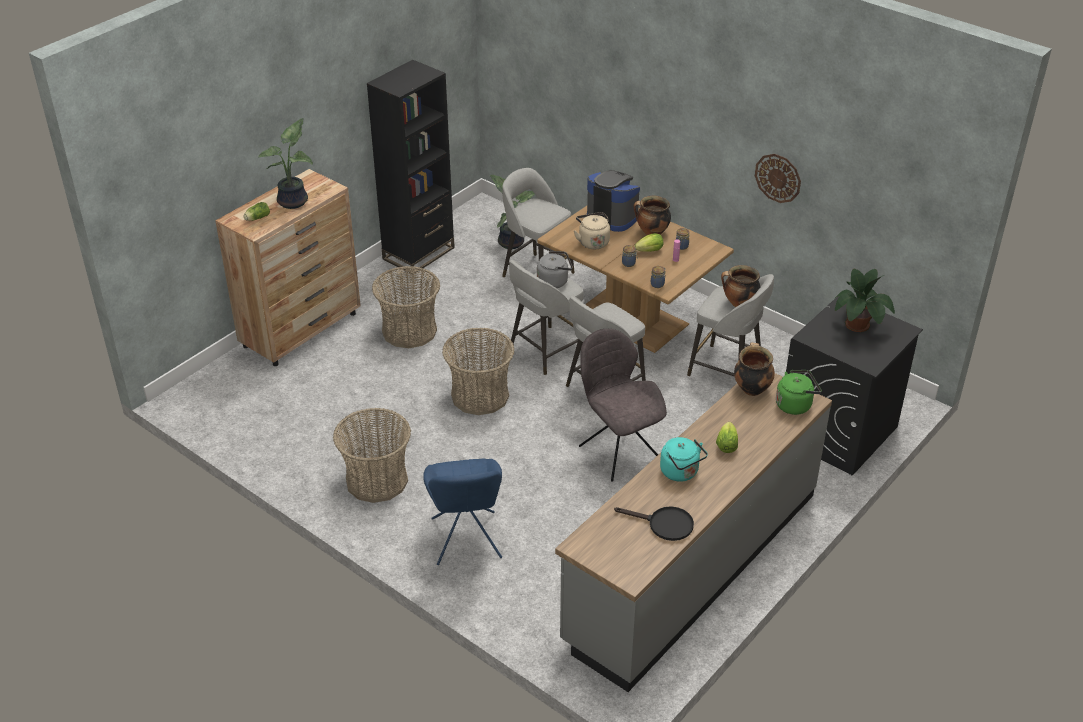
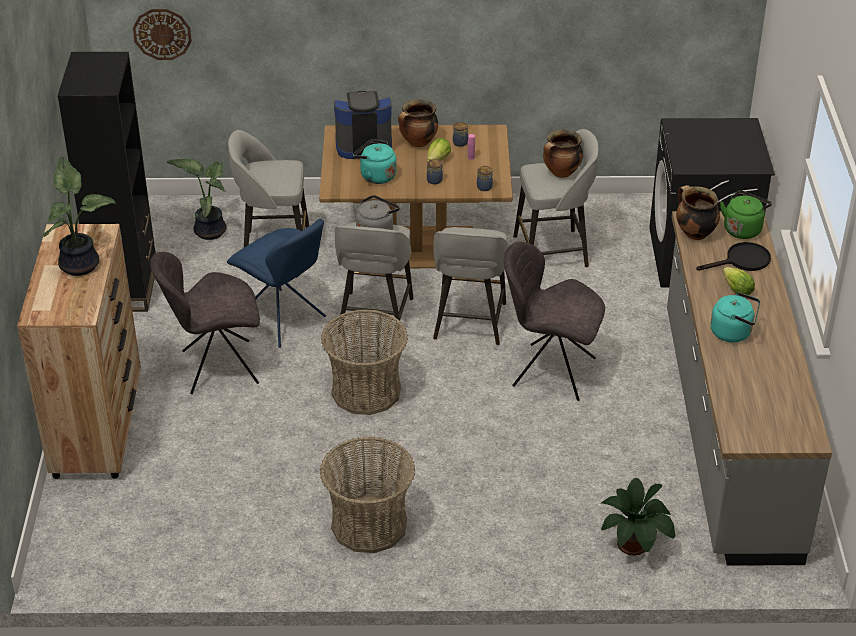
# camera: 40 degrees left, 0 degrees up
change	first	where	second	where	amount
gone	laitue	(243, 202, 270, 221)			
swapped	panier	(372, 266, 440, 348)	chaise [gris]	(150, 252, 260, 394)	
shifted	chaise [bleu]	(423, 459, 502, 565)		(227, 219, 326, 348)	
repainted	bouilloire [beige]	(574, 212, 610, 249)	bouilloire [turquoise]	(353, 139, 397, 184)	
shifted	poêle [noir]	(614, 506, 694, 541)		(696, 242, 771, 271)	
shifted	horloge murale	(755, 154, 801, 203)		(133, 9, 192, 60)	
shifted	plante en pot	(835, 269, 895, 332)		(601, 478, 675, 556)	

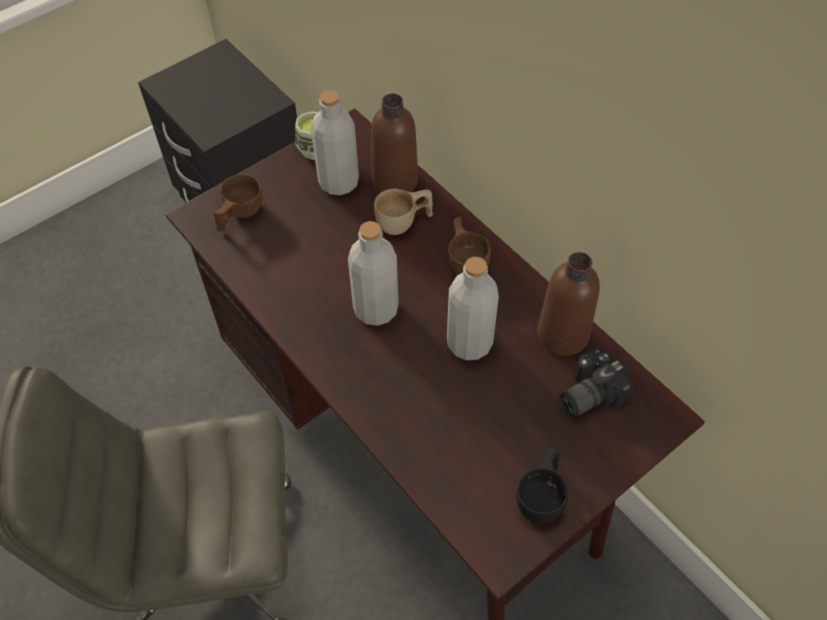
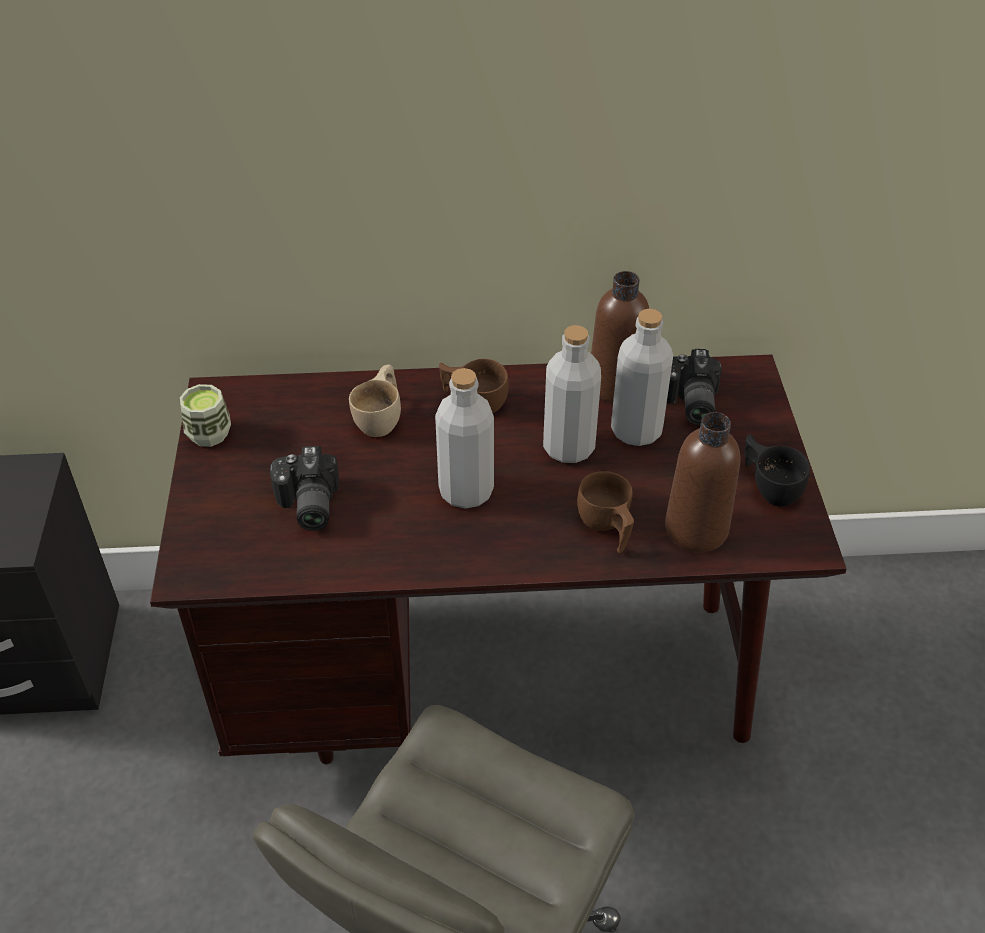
# camera: 55 degrees left, 10 degrees down
change	first	where	second	where	amount
shifted	tasse [marron]	(214, 174, 263, 231)		(577, 471, 634, 553)	
shifted	bouteille [gris]	(311, 90, 359, 195)		(611, 309, 673, 446)	
shifted	bouteille [marron]	(371, 93, 418, 193)		(665, 412, 740, 552)	
new			appareil photo	(270, 446, 339, 531)	

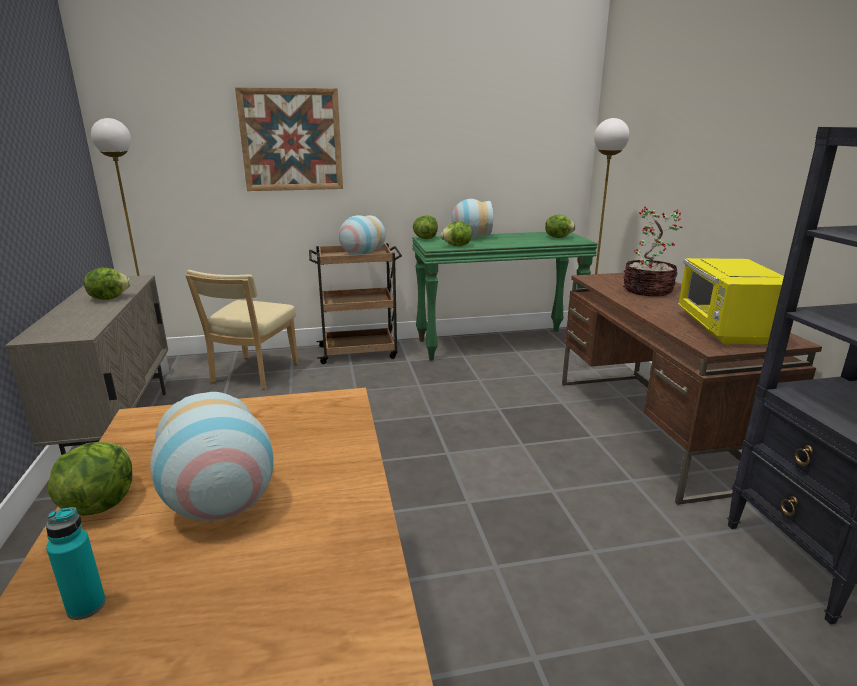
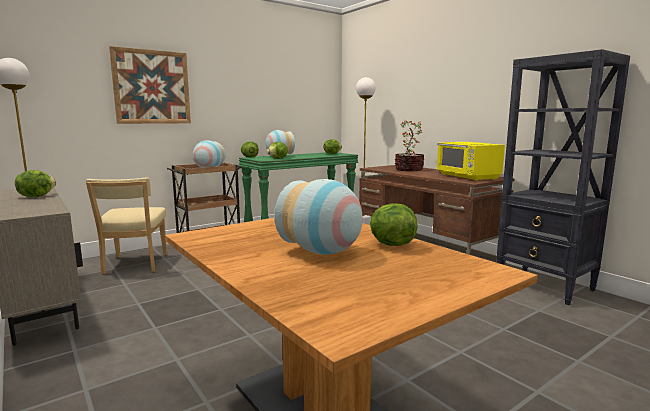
# camera: 25 degrees left, 10 degrees down
change	first	where	second	where	amount
gone	bouteille [turquoise]	(46, 507, 106, 620)			
shifted	laitue	(48, 442, 133, 516)		(370, 203, 417, 246)	

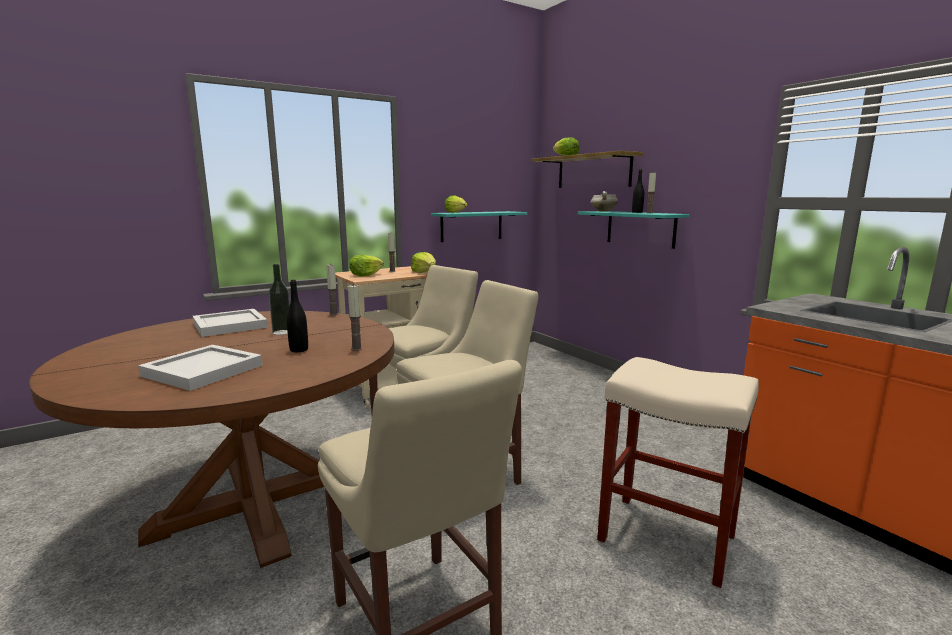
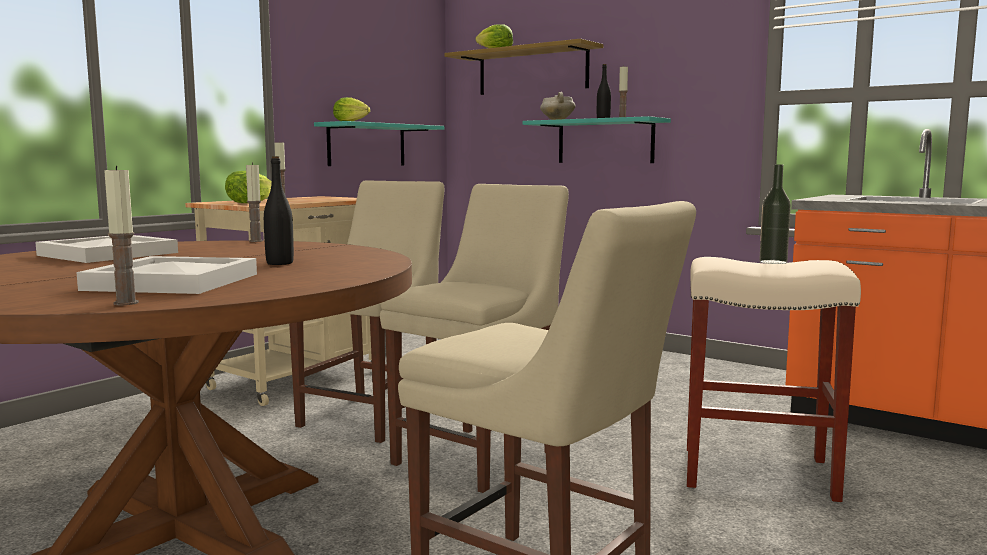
# camera: 20 degrees left, 5 degrees down
change	first	where	second	where	amount
shifted	bouteille	(268, 264, 290, 335)		(759, 164, 791, 264)	
shifted	bougie	(348, 284, 363, 351)		(104, 166, 139, 305)	
gone	laitue	(411, 252, 436, 273)			

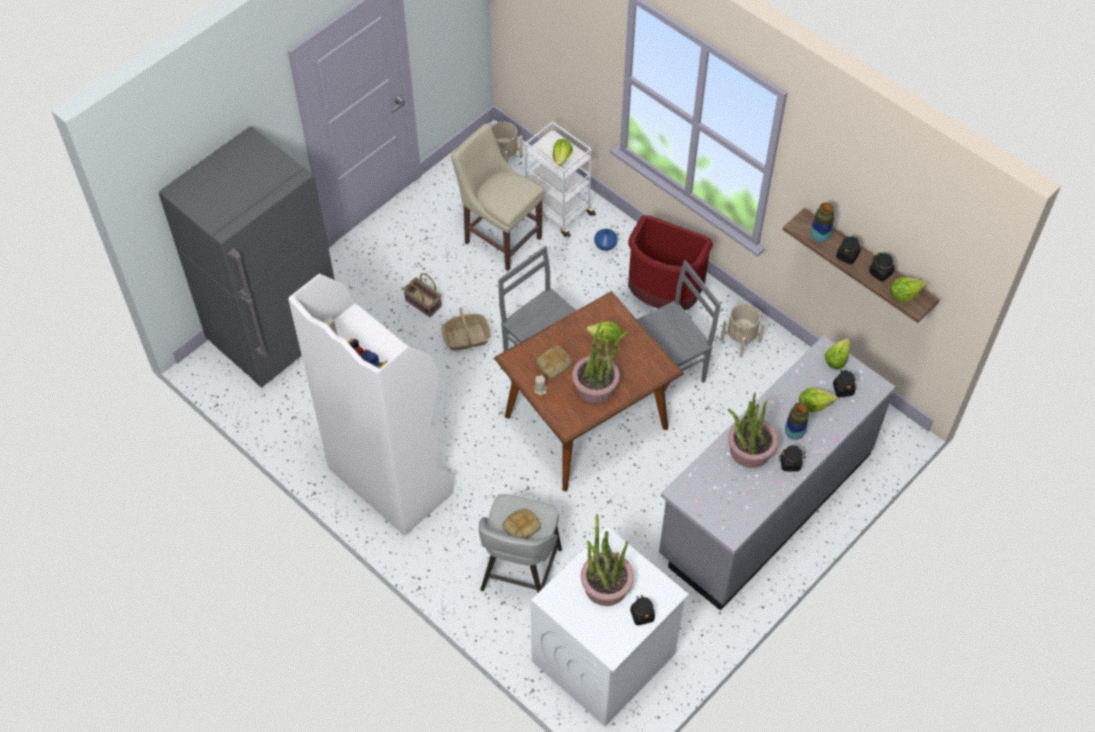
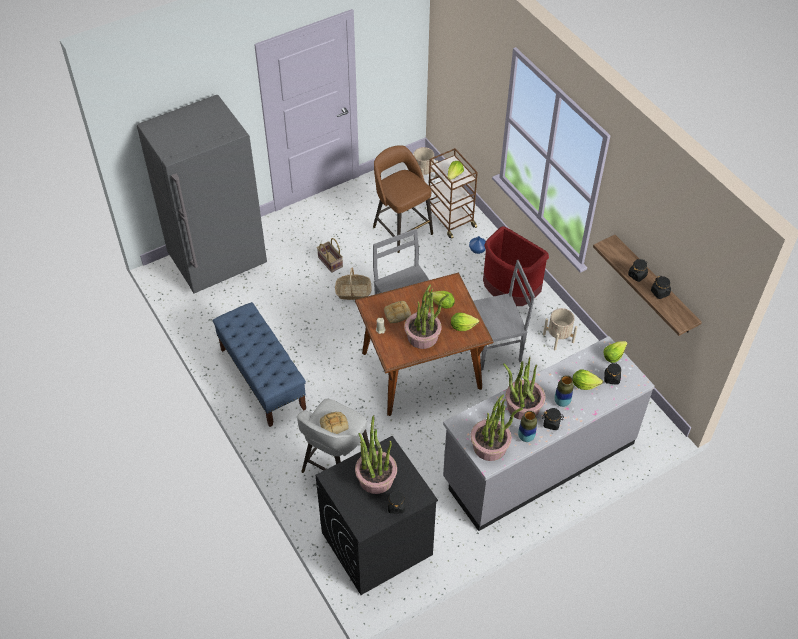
# camera: 15 degrees right, 5 degrees down
change	first	where	second	where	amount
swapped	bibliothèque [blanc]	(288, 274, 453, 536)	banc [bleu]	(213, 302, 306, 427)	
swapped	chaise [beige]	(451, 124, 545, 271)	tabouret [marron]	(373, 145, 433, 253)	
repainted	chariot [blanc]	(525, 121, 596, 237)	chariot [marron]	(429, 148, 478, 239)	
repainted	lave-linge [blanc]	(530, 527, 689, 727)	lave-linge [noir]	(316, 436, 438, 595)	
shifted	vase	(811, 203, 835, 243)		(518, 411, 537, 442)	
shifted	laitue	(890, 277, 927, 302)		(451, 313, 479, 331)	
new			plante en pot	(470, 394, 523, 461)	

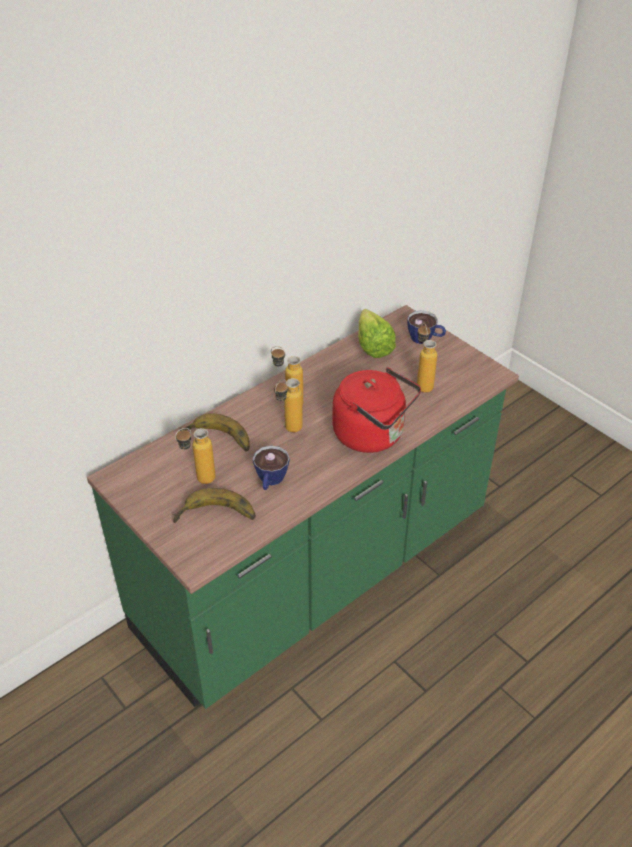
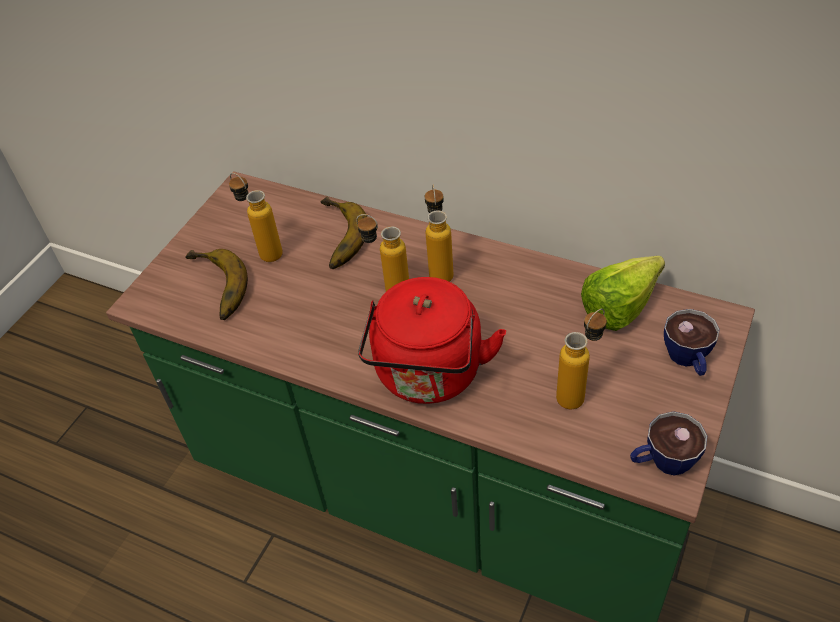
# camera: 70 degrees right, 5 degrees up
change	first	where	second	where	amount
shifted	tasse	(253, 446, 290, 490)		(630, 411, 707, 476)	

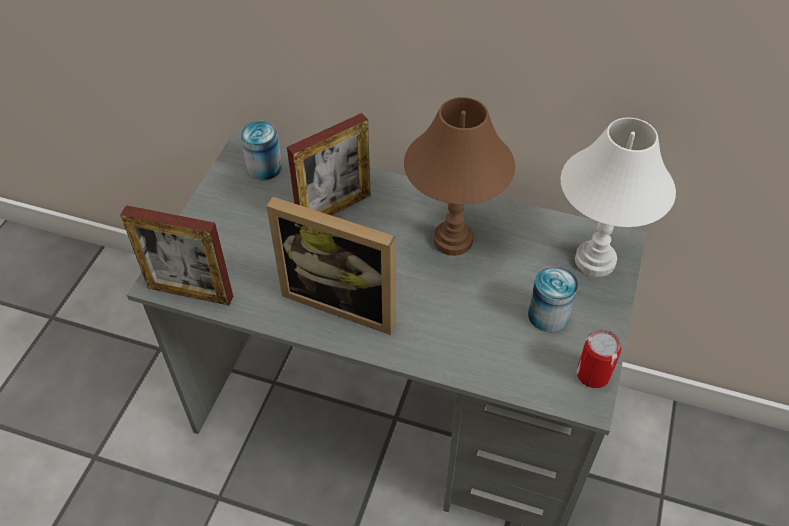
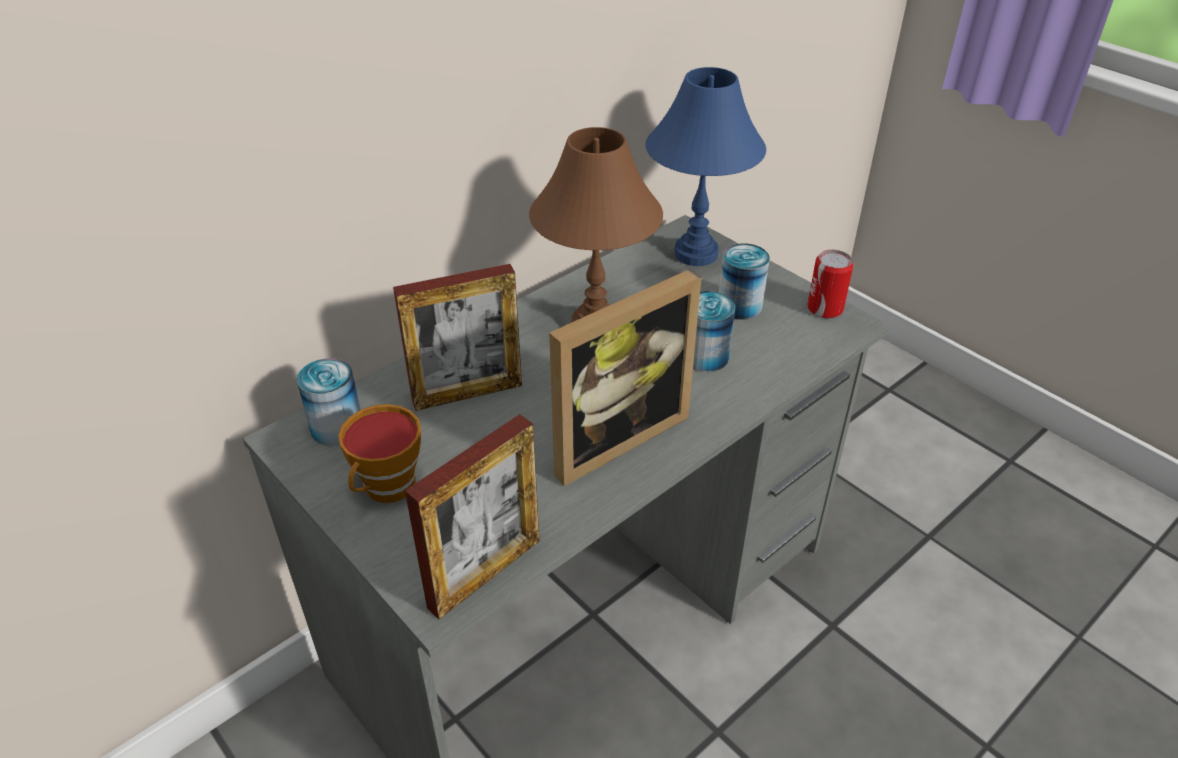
# camera: 60 degrees left, 10 degrees down
change	first	where	second	where	amount
rotated	cadre photo	(287, 113, 371, 215)		(393, 264, 522, 411)	75 degrees clockwise
repainted	lampe de table [blanc]	(560, 118, 676, 277)	lampe de table [bleu]	(645, 67, 766, 266)	
new			tasse	(338, 404, 421, 503)	
new			boîte métallique	(693, 291, 735, 372)	

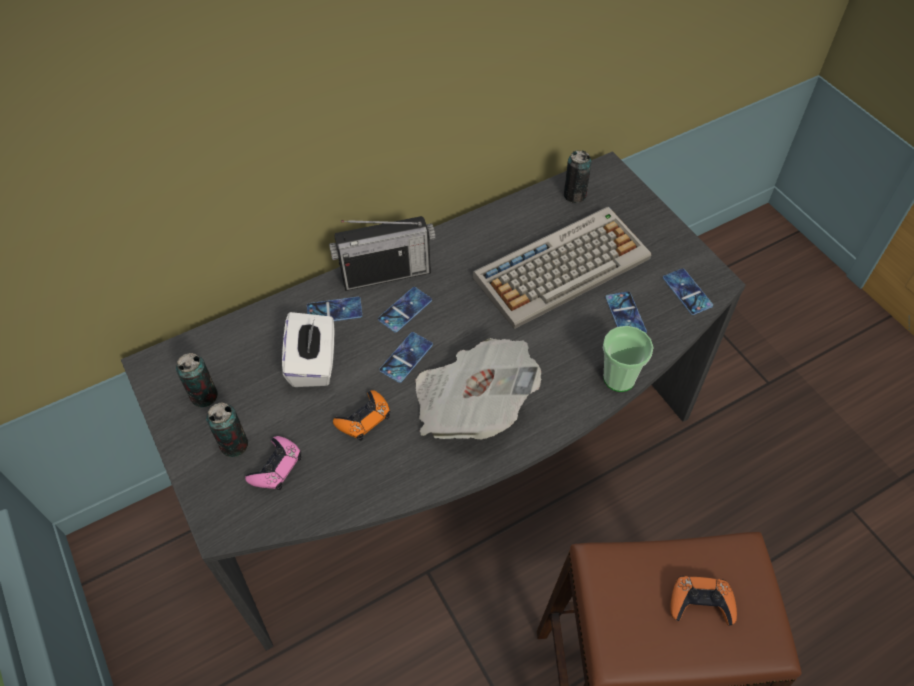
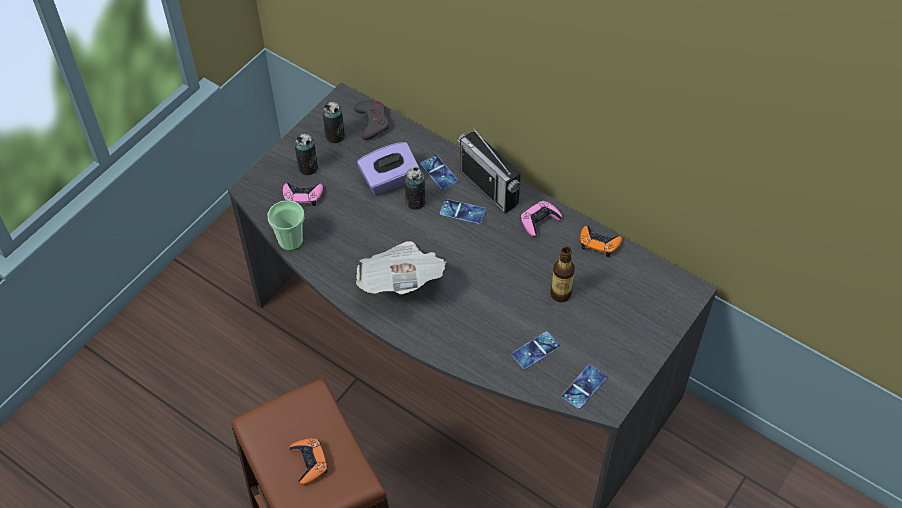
# camera: 65 degrees right, 0 degrees up
change	first	where	second	where	amount
repainted	boîte à mouchoirs [blanc]	(282, 312, 334, 387)	boîte à mouchoirs [violet]	(357, 142, 419, 196)	
shifted	manette [orange]	(333, 390, 390, 441)		(580, 226, 622, 257)	
gone	téléphone	(379, 332, 433, 383)			
swapped	clavier	(473, 207, 651, 329)	bouteille	(550, 247, 575, 302)	
shifted	boîte métallique	(564, 150, 592, 203)		(405, 167, 426, 210)	
shifted	tasse	(603, 326, 654, 392)		(268, 200, 304, 251)	
new			manette [gris]	(354, 101, 389, 140)	
new			manette [rose]	(520, 201, 562, 237)	

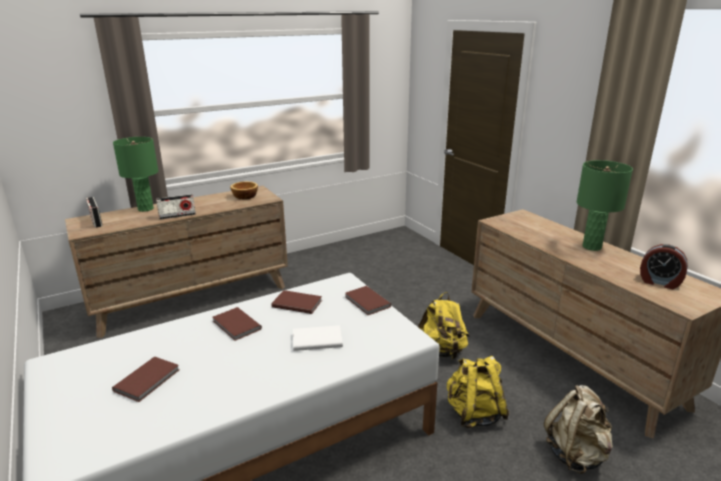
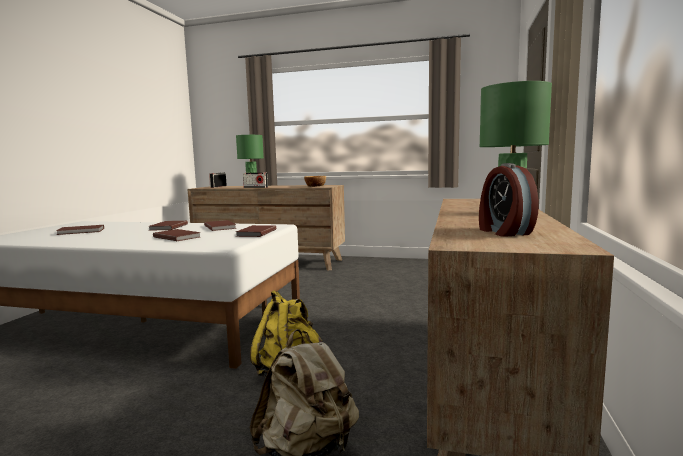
# camera: 45 degrees right, 15 degrees down
change	first	where	second	where	amount
repainted	livre [blanc]	(293, 325, 343, 351)	livre [marron]	(153, 229, 201, 241)	
gone	sac à dos [jaune]	(418, 292, 469, 359)			

